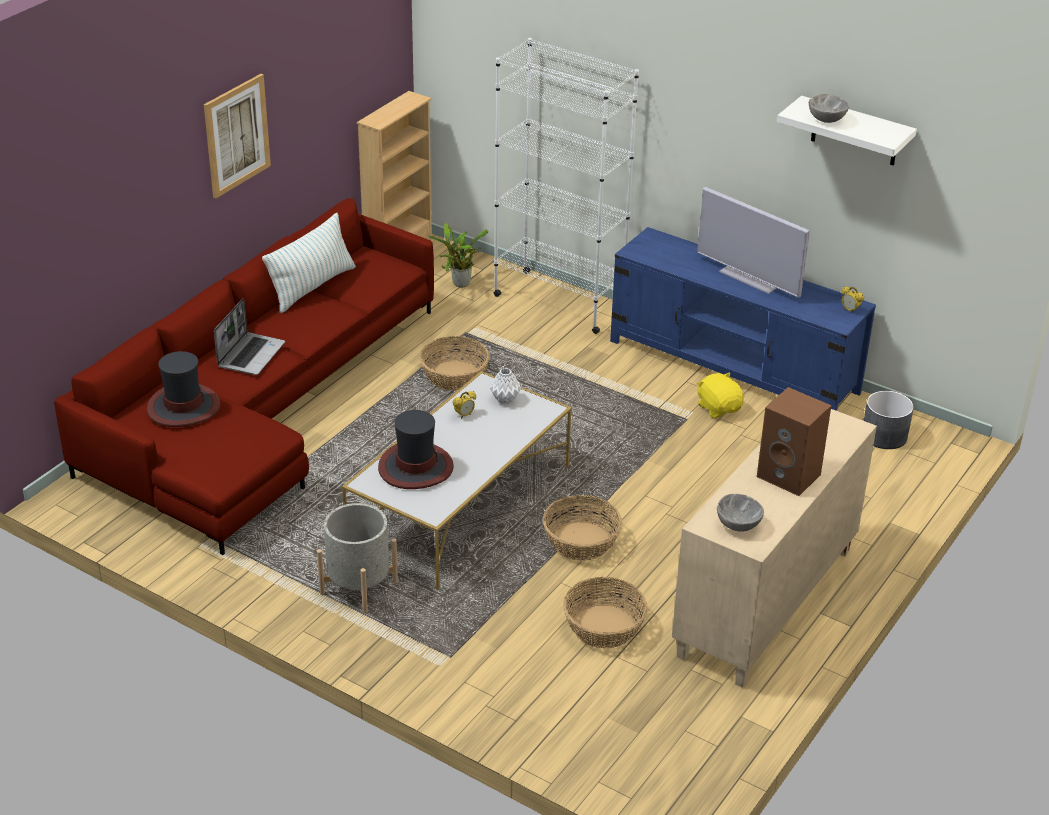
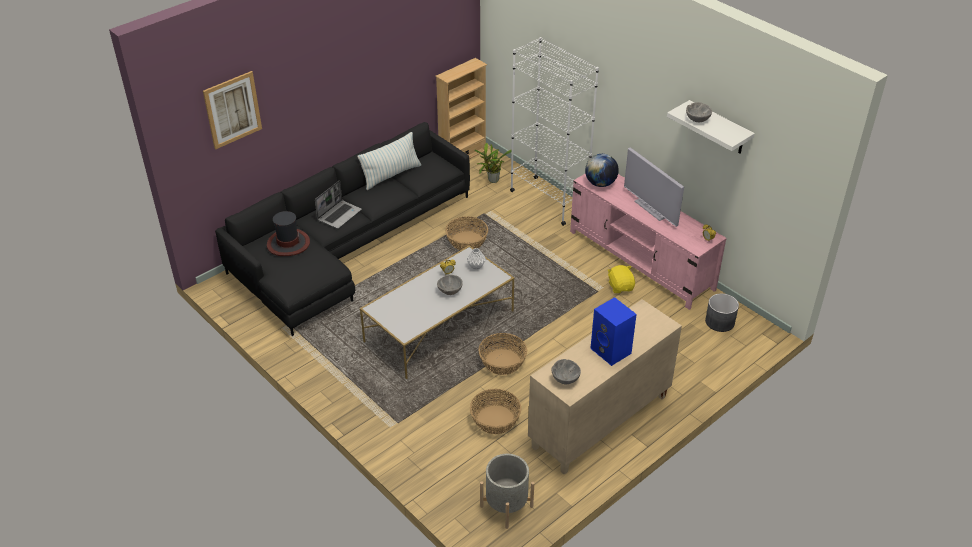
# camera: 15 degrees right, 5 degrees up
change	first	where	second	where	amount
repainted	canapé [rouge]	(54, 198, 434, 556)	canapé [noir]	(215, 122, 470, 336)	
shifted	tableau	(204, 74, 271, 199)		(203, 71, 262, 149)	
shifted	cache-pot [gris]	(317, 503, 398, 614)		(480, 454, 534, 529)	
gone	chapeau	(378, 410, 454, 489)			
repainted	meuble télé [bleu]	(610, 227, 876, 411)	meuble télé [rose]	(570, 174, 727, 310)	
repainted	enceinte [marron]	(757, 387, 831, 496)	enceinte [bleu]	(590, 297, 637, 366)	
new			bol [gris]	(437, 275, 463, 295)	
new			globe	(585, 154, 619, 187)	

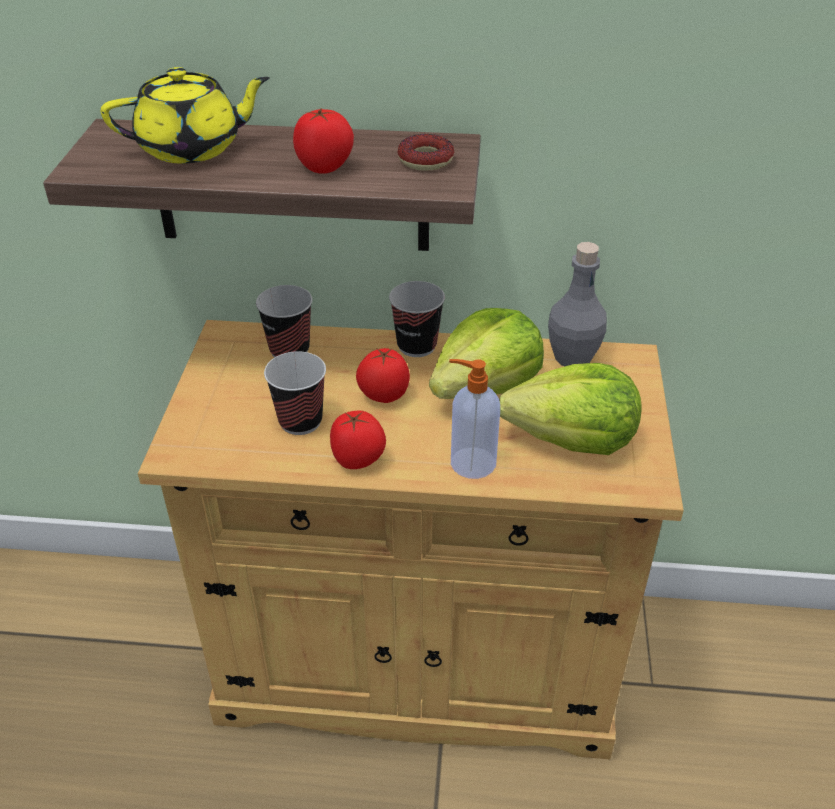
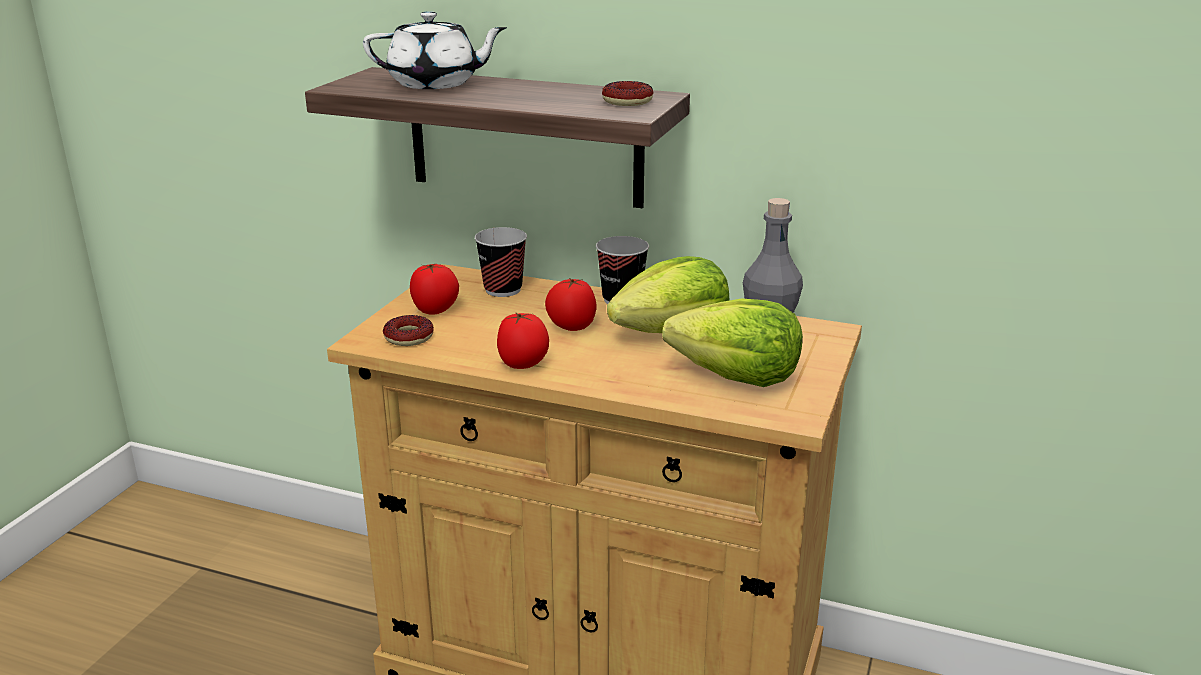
# camera: 15 degrees right, 15 degrees down
change	first	where	second	where	amount
repainted	théière [jaune]	(101, 67, 270, 164)	théière [blanc]	(363, 11, 507, 89)	
gone	tasse	(264, 351, 326, 435)			
shifted	tomate	(293, 108, 354, 174)		(410, 264, 459, 315)	
gone	distributeur de savon	(449, 359, 500, 479)			
new			beignet	(383, 315, 434, 346)	

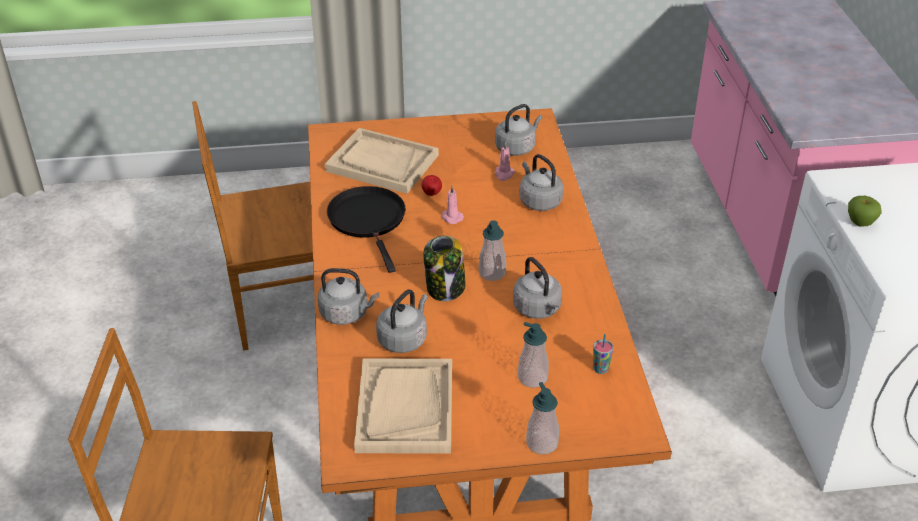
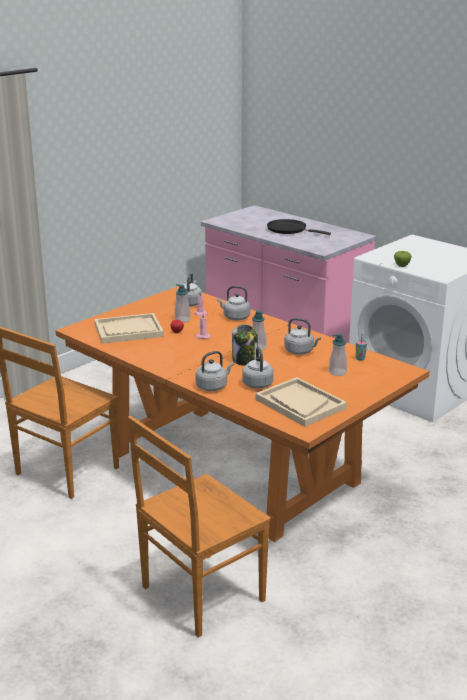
# camera: 40 degrees left, 15 degrees down
change	first	where	second	where	amount
shifted	poêle [noir]	(327, 186, 405, 273)		(267, 219, 331, 235)	
shifted	distributeur de savon	(526, 382, 559, 455)		(175, 284, 190, 323)	

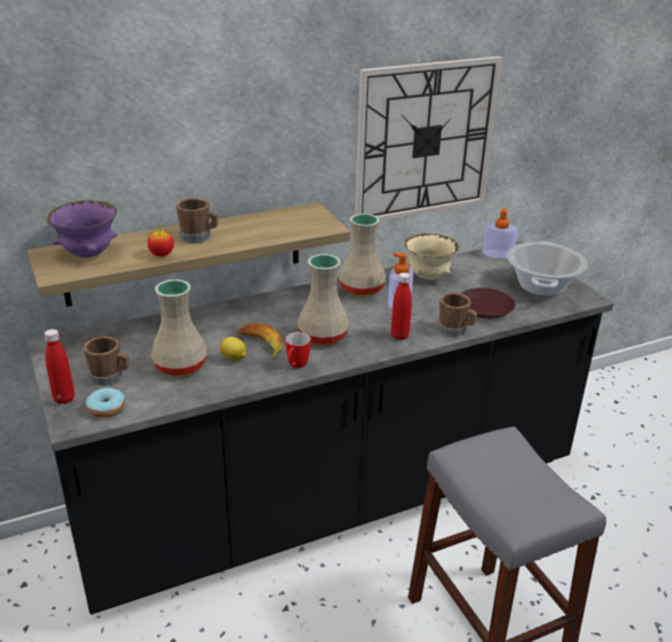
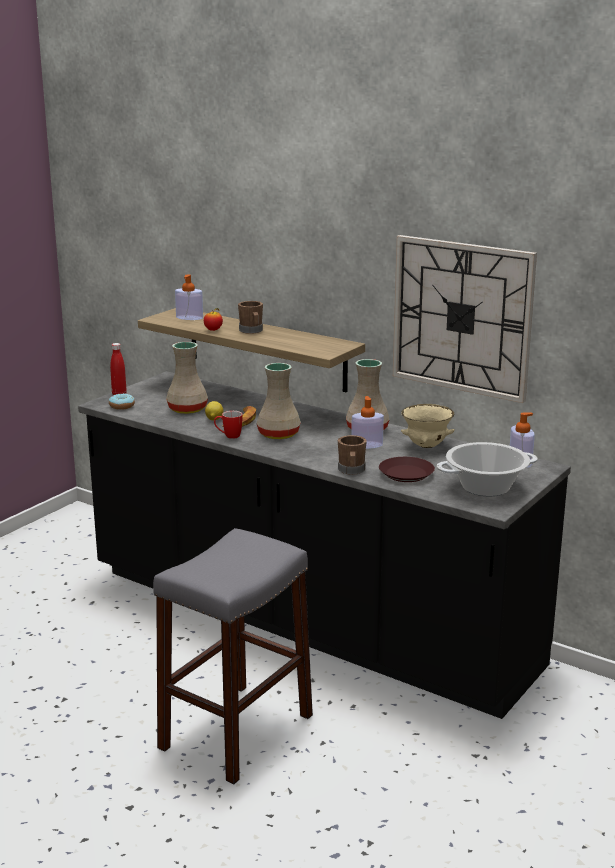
# camera: 60 degrees right, 10 degrees down
change	first	where	second	where	amount
swapped	bol [violet]	(45, 200, 118, 258)	distributeur de savon	(175, 275, 203, 320)	
gone	mug [marron]	(83, 336, 129, 386)			
gone	bouteille [rouge]	(391, 273, 412, 340)			

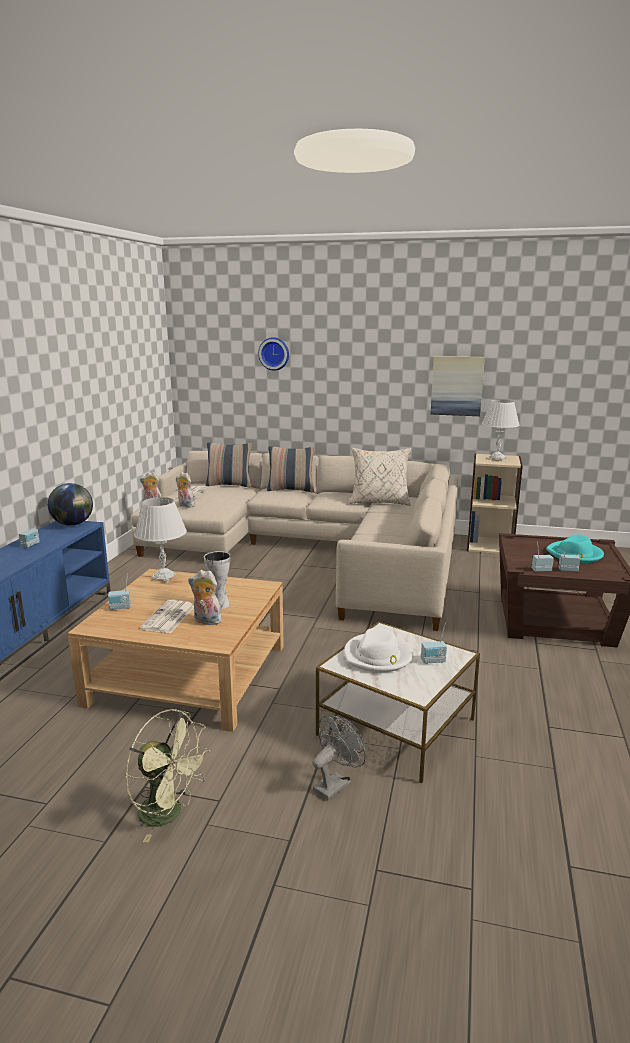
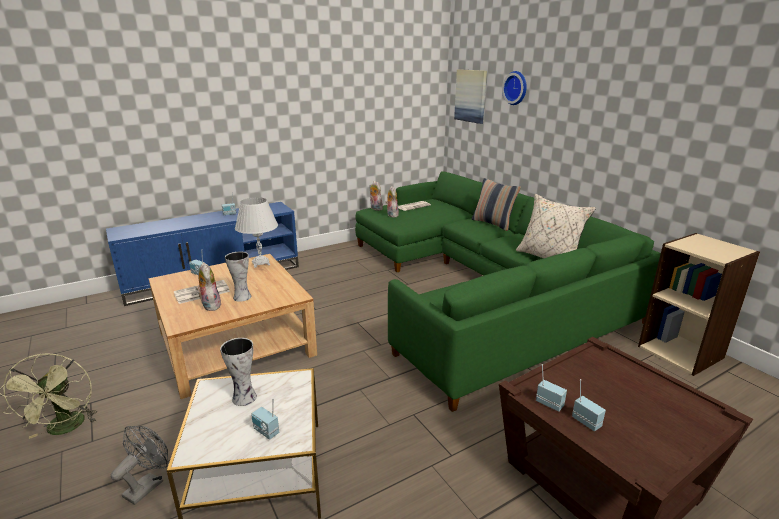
# camera: 45 degrees right, 5 degrees up
change	first	where	second	where	amount
gone	globe	(48, 483, 93, 526)			
repainted	canapé [beige]	(131, 451, 458, 631)	canapé [vert]	(355, 171, 661, 412)	
gone	coussin	(206, 442, 252, 488)			
rotated	ventilateur [gris]	(312, 715, 366, 800)		(111, 426, 168, 505)	60 degrees counterclockwise
swapped	chapeau [blanc]	(344, 628, 414, 673)	vase	(220, 338, 257, 406)	
shifted	tableau	(430, 356, 485, 416)		(454, 69, 487, 124)	
gone	lampe de table [blanc]	(482, 400, 520, 461)			
gone	chapeau [turquoise]	(546, 535, 604, 563)			

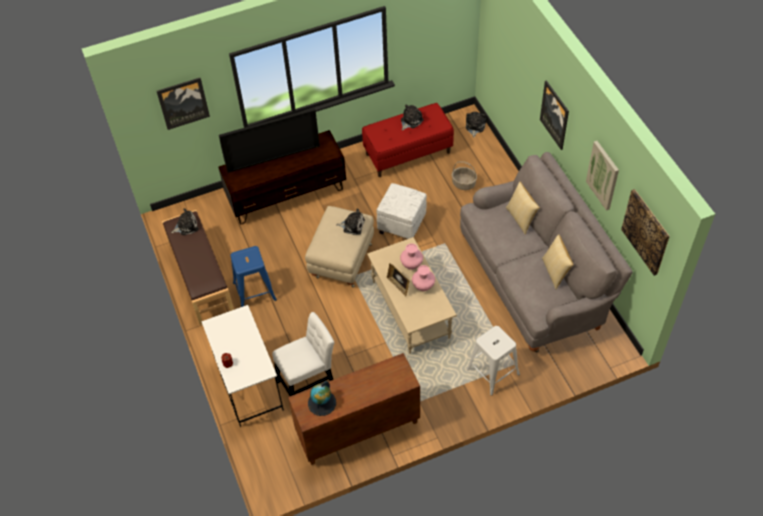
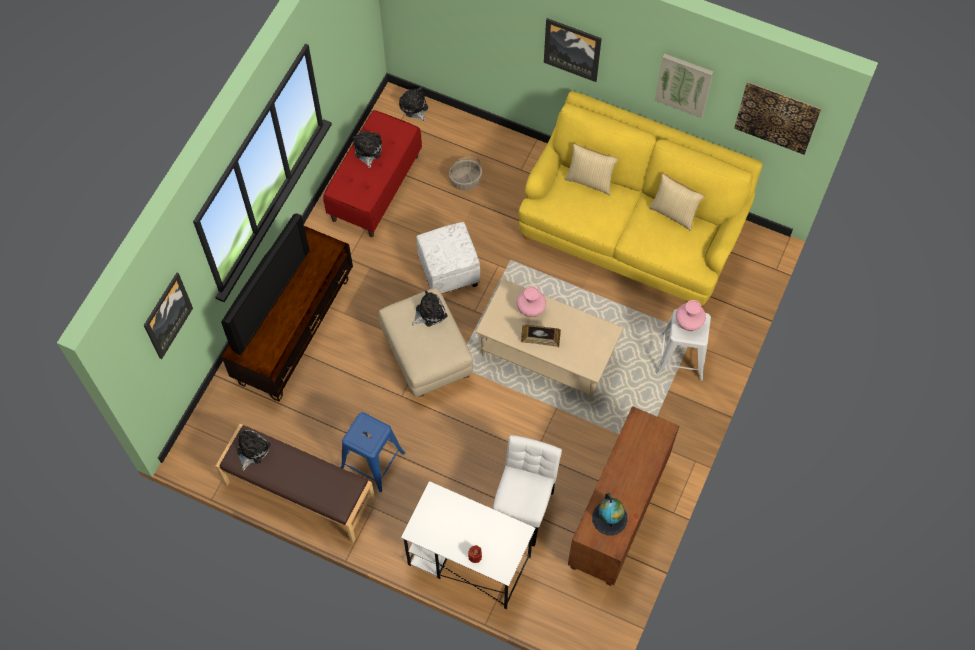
# camera: 45 degrees left, 10 degrees up
change	first	where	second	where	amount
shifted	vase [rose]	(412, 265, 435, 291)		(676, 300, 706, 331)	
repainted	canapé [gris]	(460, 152, 633, 352)	canapé [jaune]	(518, 91, 763, 307)	

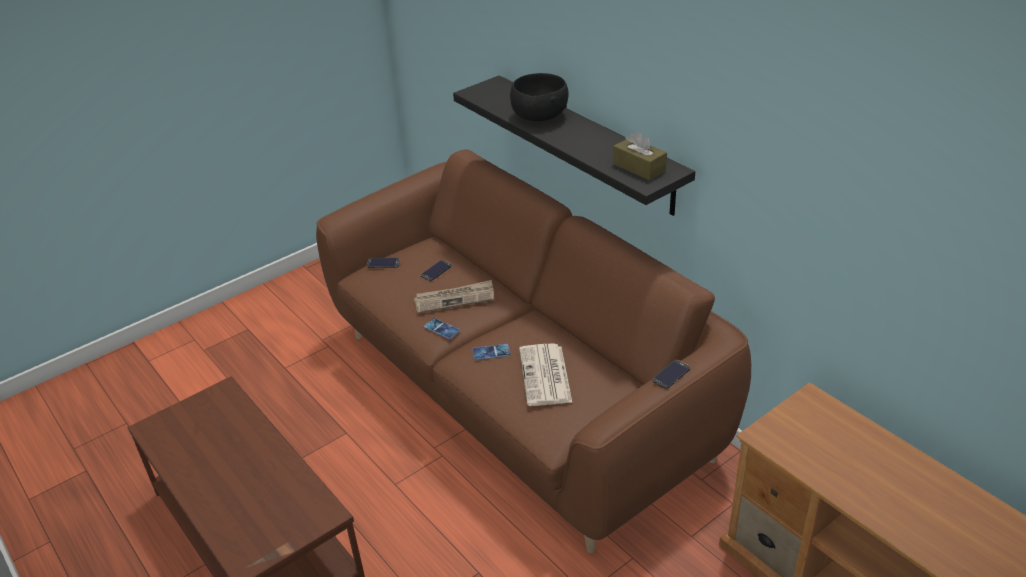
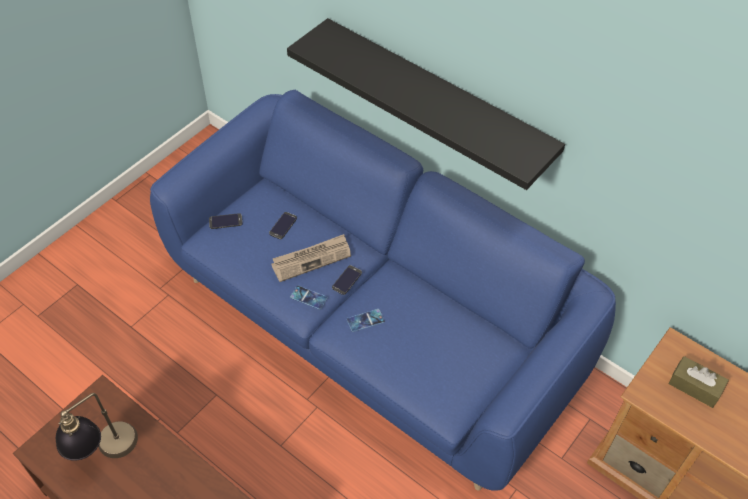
# camera: 15 degrees left, 15 degrees up
change	first	where	second	where	amount
repainted	canapé [marron]	(316, 149, 751, 553)	canapé [bleu]	(150, 90, 616, 491)	
gone	bol [noir]	(510, 73, 569, 121)			
gone	journal	(519, 343, 572, 406)			
shifted	boîte à mouchoirs [marron]	(613, 131, 667, 180)		(668, 356, 729, 408)	
shifted	téléphone	(652, 360, 690, 389)		(332, 265, 362, 295)	
new			lampe de table	(56, 393, 138, 461)	

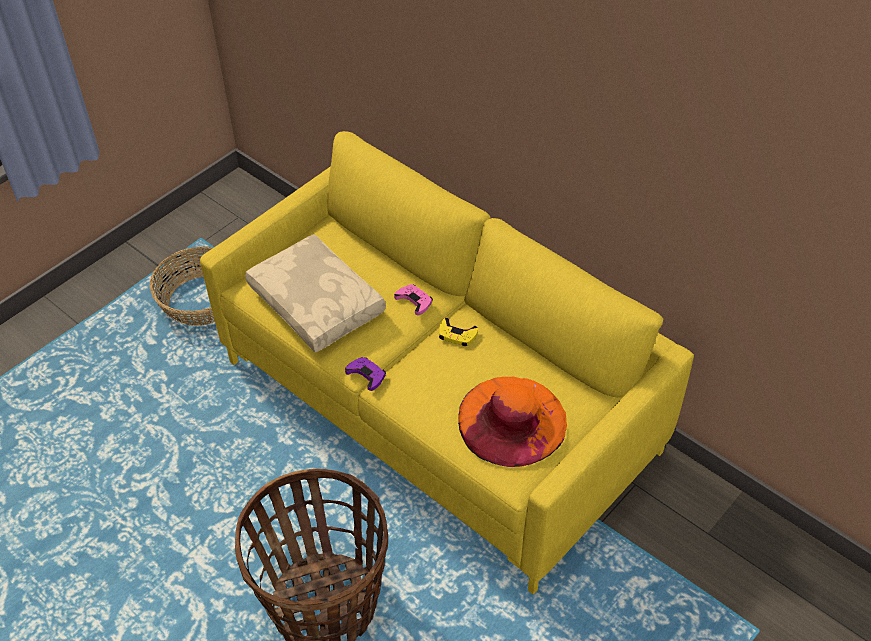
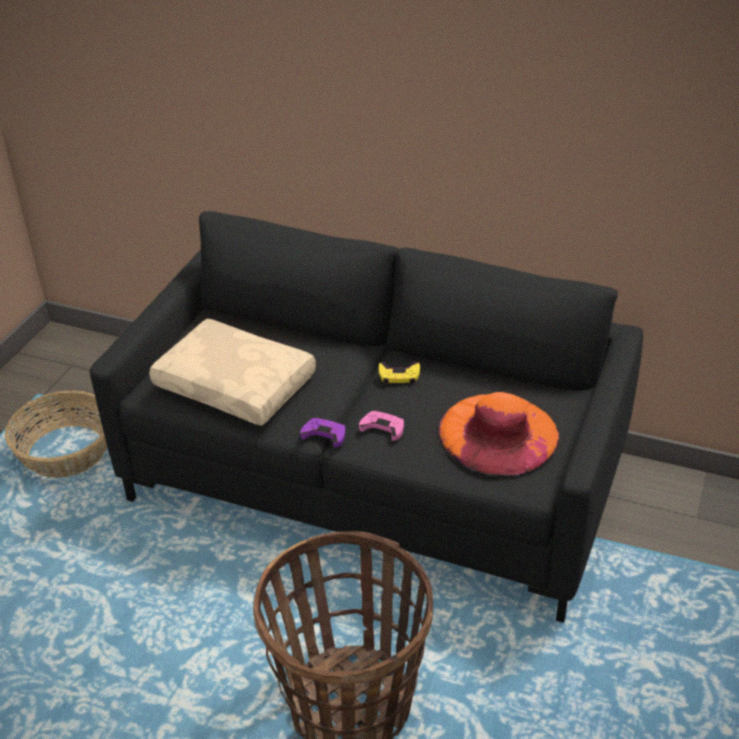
# camera: 20 degrees left, 10 degrees down
change	first	where	second	where	amount
repainted	canapé [jaune]	(200, 131, 694, 594)	canapé [noir]	(90, 211, 643, 623)	
shifted	manette [rose]	(394, 284, 433, 315)		(359, 411, 404, 441)	

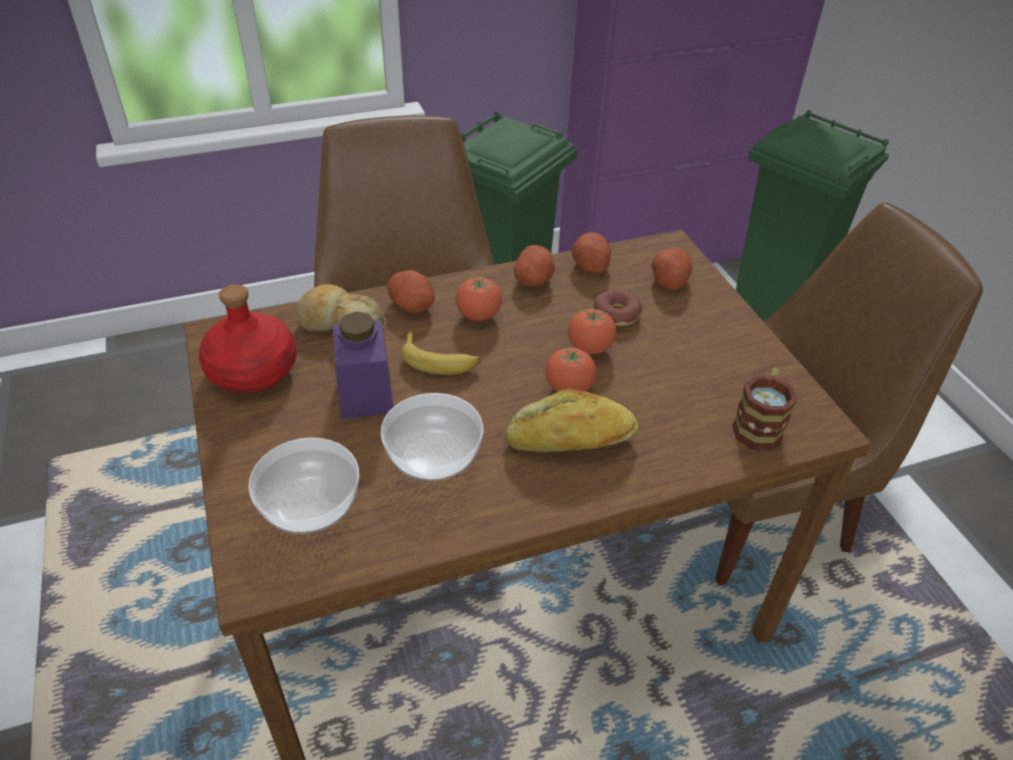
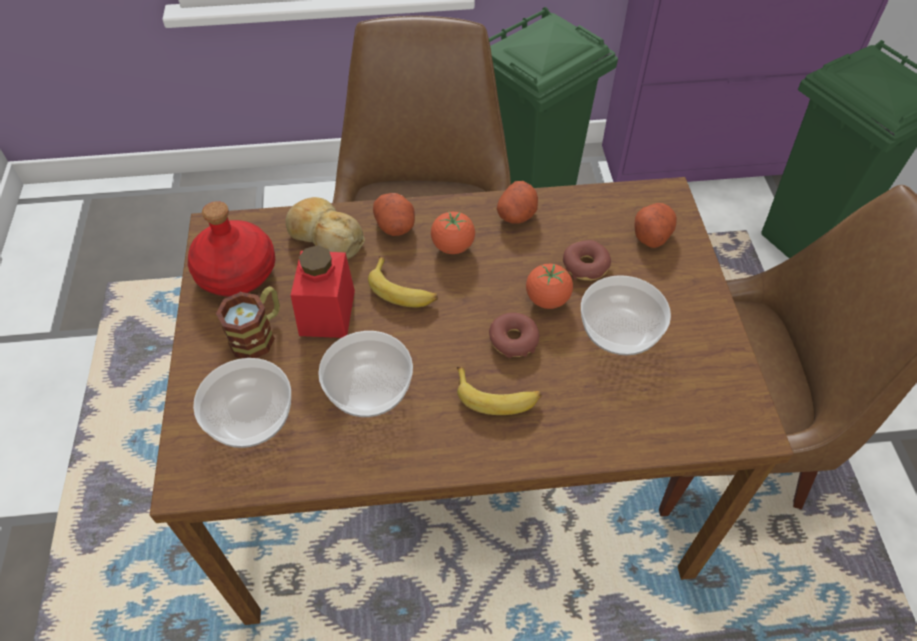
# camera: 15 degrees right, 10 degrees up
change	first	where	second	where	amount
repainted	bocal [violet]	(333, 312, 393, 419)	bocal [rouge]	(291, 245, 355, 338)	
swapped	pain	(505, 388, 639, 452)	banane	(457, 367, 542, 415)	
swapped	tomate	(545, 348, 596, 392)	beignet	(489, 313, 540, 358)	
gone	pomme de terre	(572, 232, 611, 273)			
shifted	mug	(732, 368, 797, 450)		(216, 286, 280, 358)	
new			bol	(581, 275, 671, 355)	

